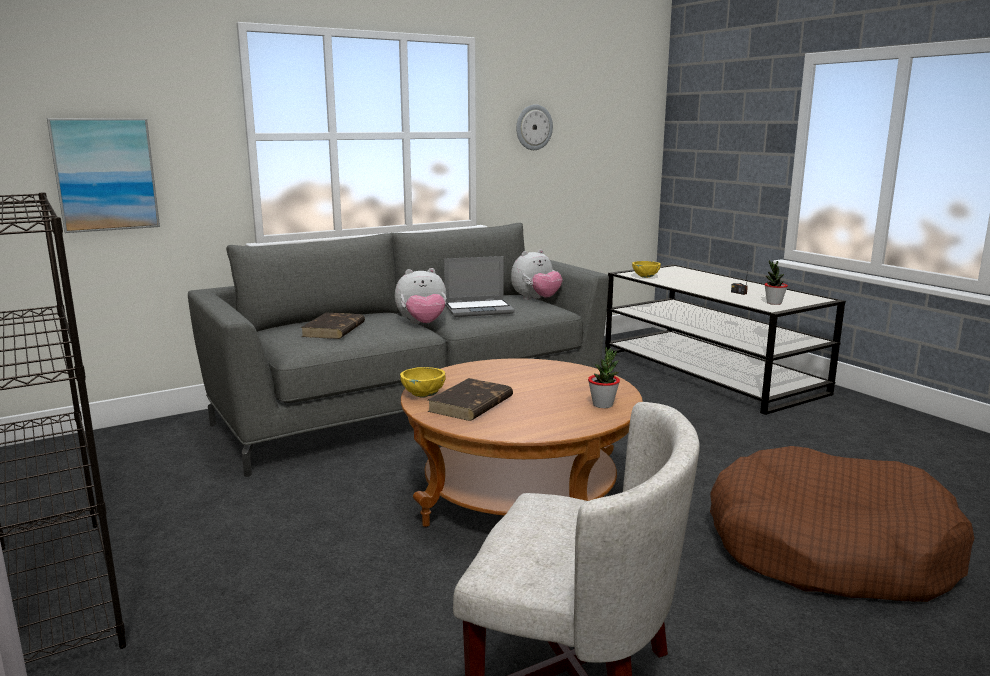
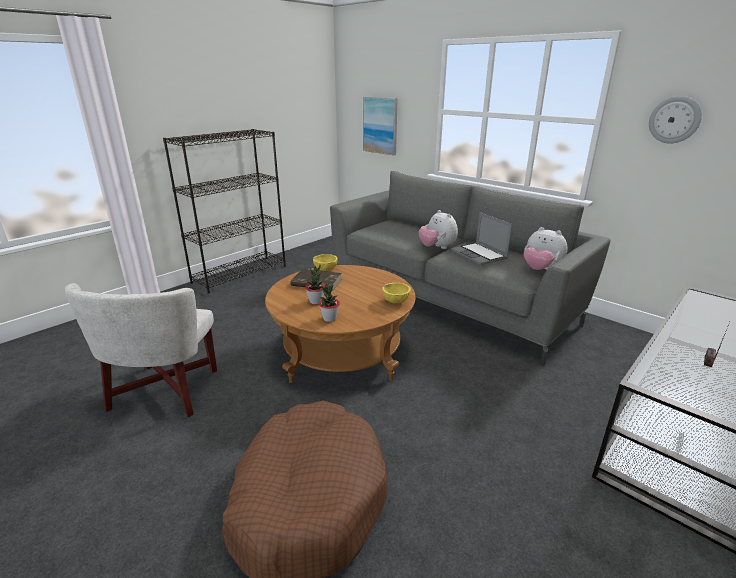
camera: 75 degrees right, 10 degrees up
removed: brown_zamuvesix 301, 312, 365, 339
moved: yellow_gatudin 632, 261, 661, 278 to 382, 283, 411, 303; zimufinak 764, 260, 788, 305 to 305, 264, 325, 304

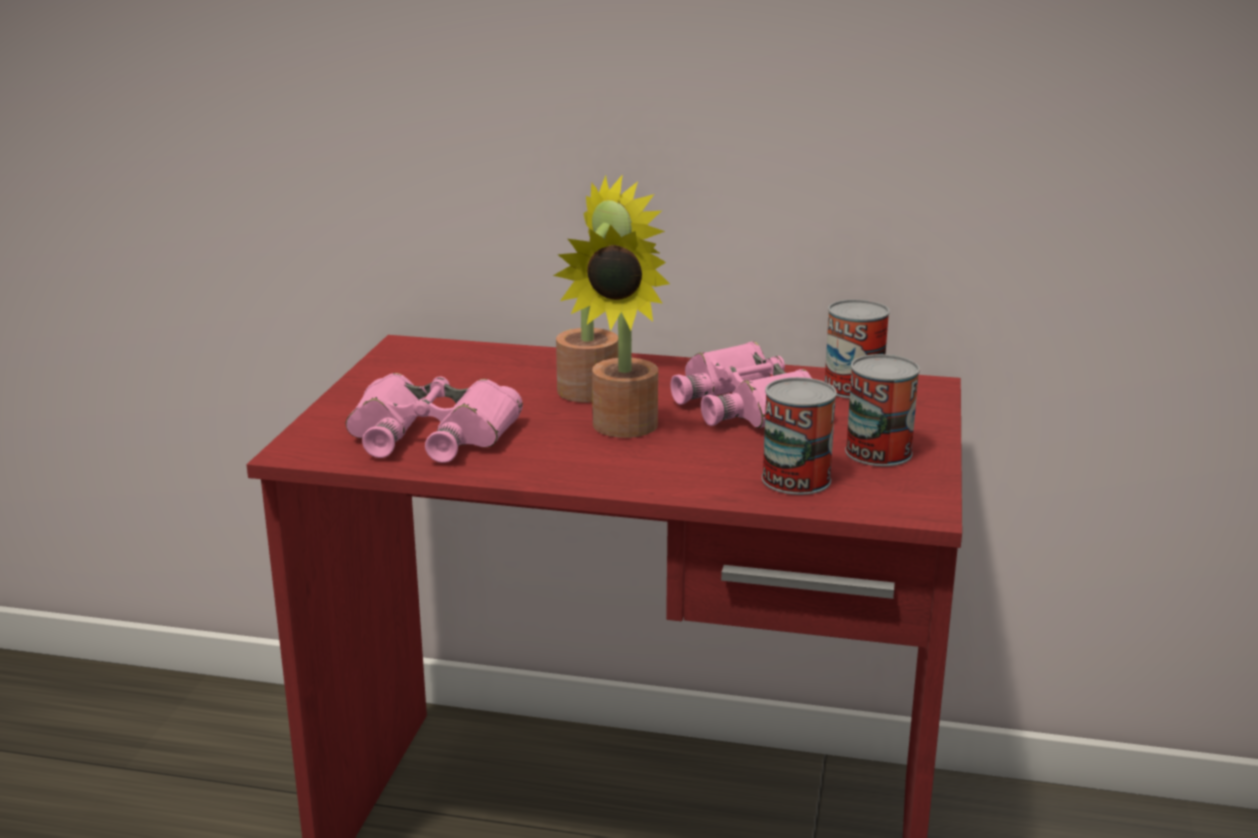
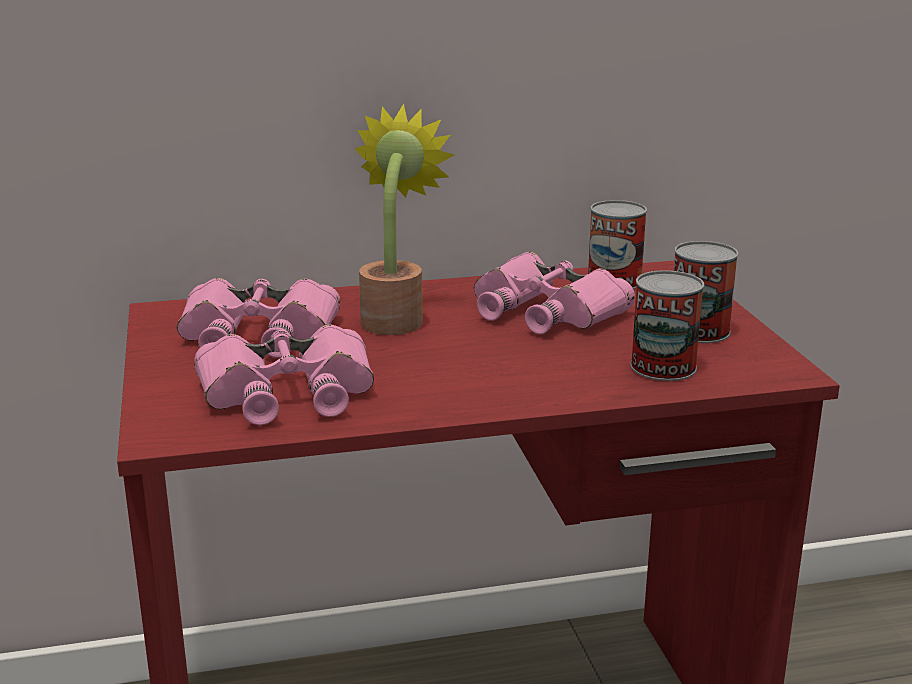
camera: 25 degrees left, 0 degrees up
removed: zimufinak 553, 225, 670, 438
added: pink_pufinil 177, 278, 340, 358

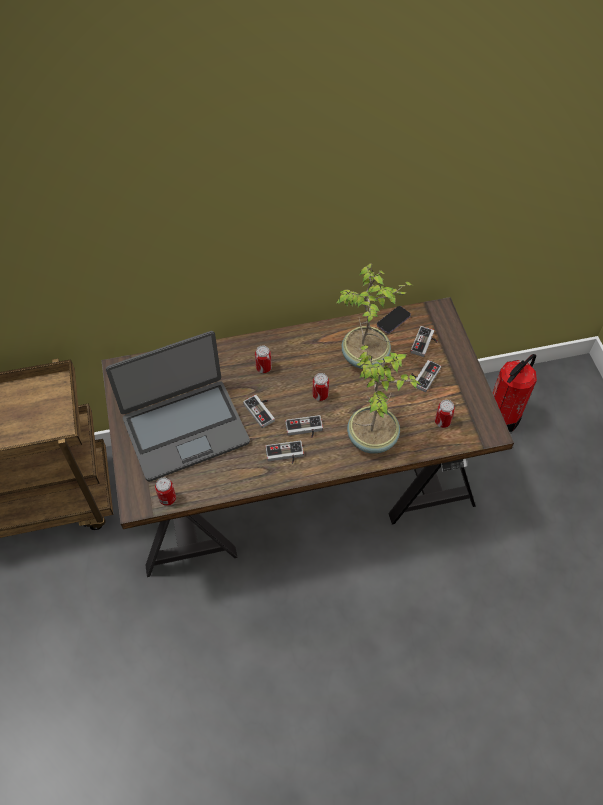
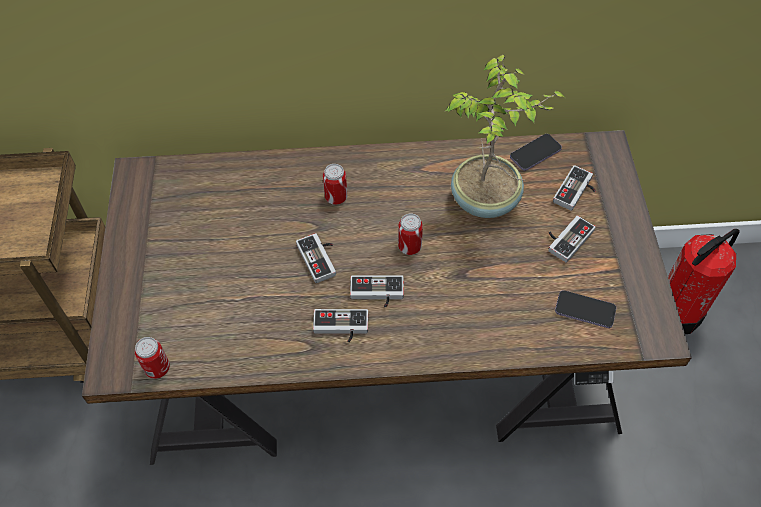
camera: 10 degrees right, 0 degrees up
removed: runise 106, 331, 250, 482; zimufinak 347, 345, 421, 454
replaced: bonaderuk 435, 400, 455, 428 to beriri 555, 290, 616, 328

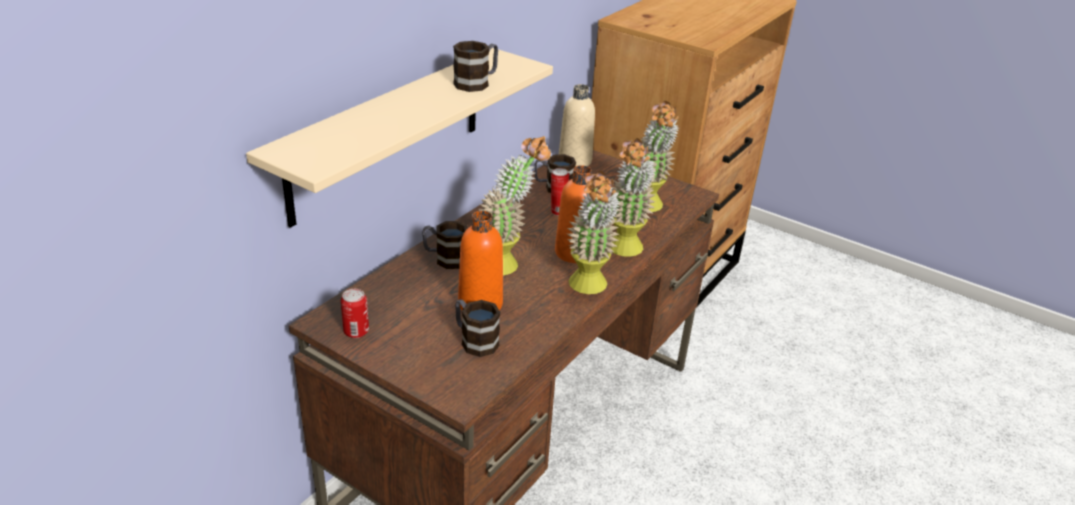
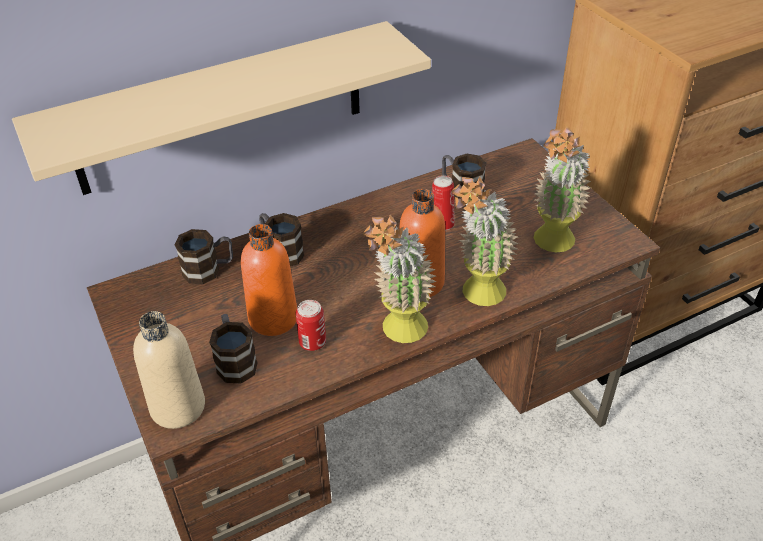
camera: 30 degrees right, 10 degrees up
removed: zimufinak 479, 136, 551, 275
moved: bonaderuk 341, 289, 369, 338 to 296, 300, 326, 351; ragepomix 453, 41, 498, 92 to 175, 229, 233, 284; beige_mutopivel 559, 84, 595, 167 to 133, 311, 205, 429

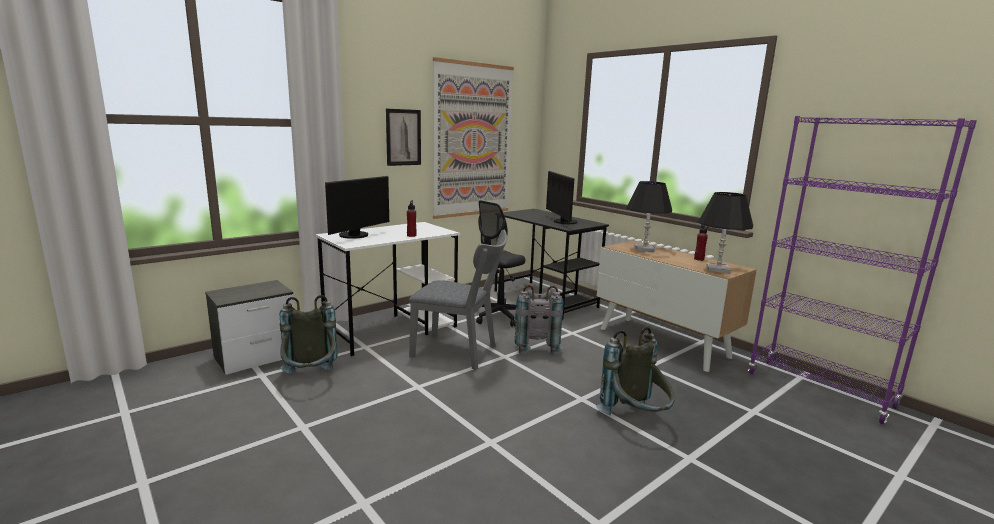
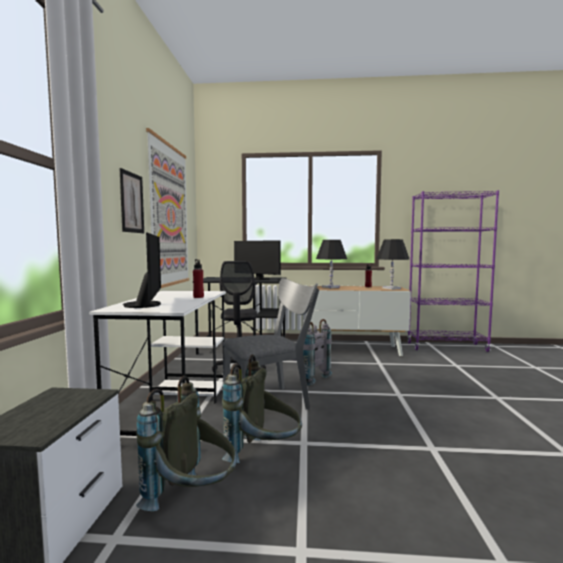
camera: 45 degrees left, 10 degrees down
moved: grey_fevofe 596, 327, 675, 415 to 222, 355, 302, 463

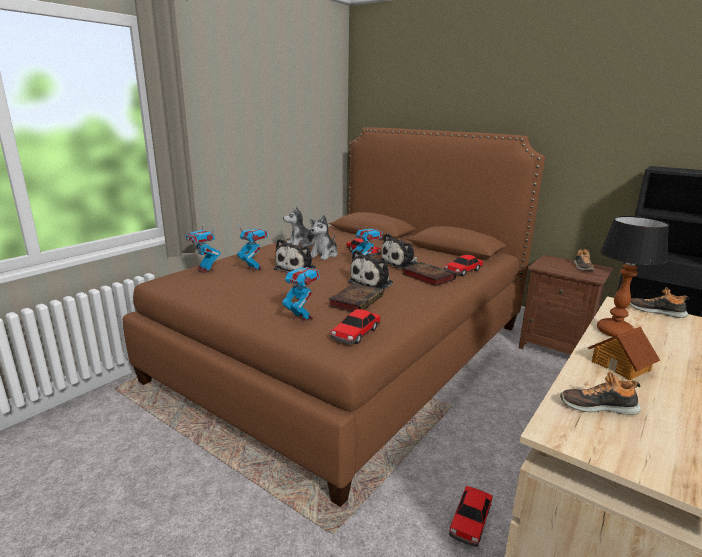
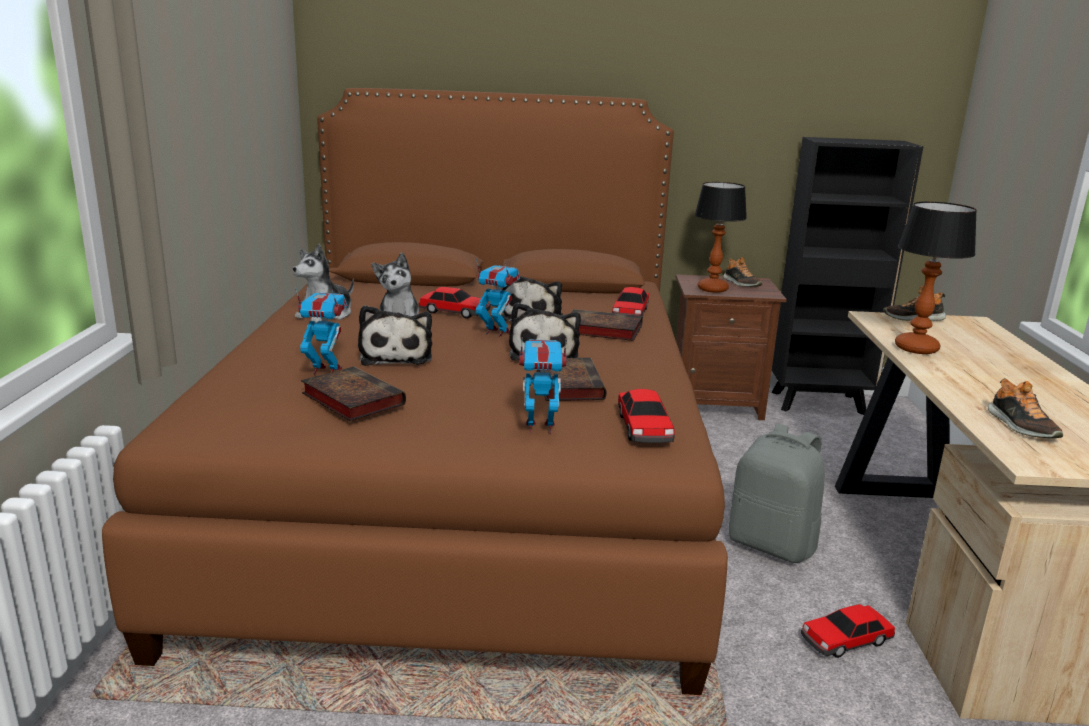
camera: 35 degrees left, 0 degrees up
removed: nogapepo 186, 222, 221, 273; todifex 588, 327, 661, 380
added: zamuvesix 301, 367, 406, 422; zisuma 694, 182, 747, 293; grey_fevofe 729, 424, 825, 563
turned: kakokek 449, 486, 493, 547 = 801, 604, 895, 658 75 degrees clockwise; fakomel 560, 372, 641, 415 = 988, 378, 1063, 438 75 degrees counterclockwise

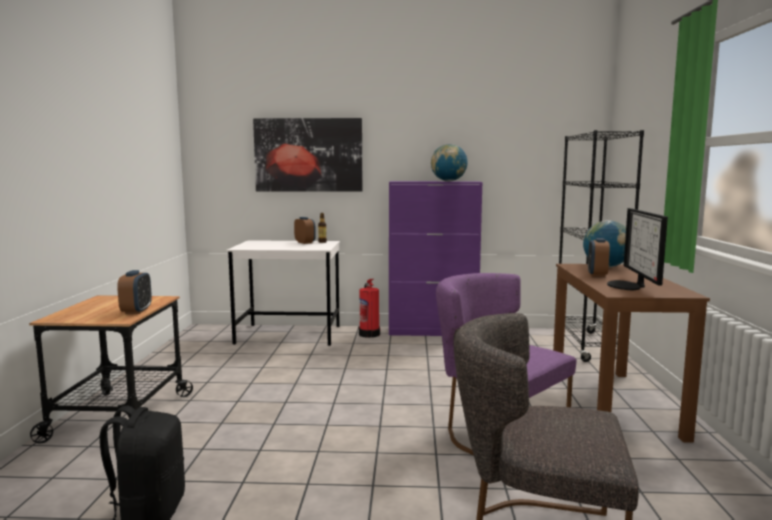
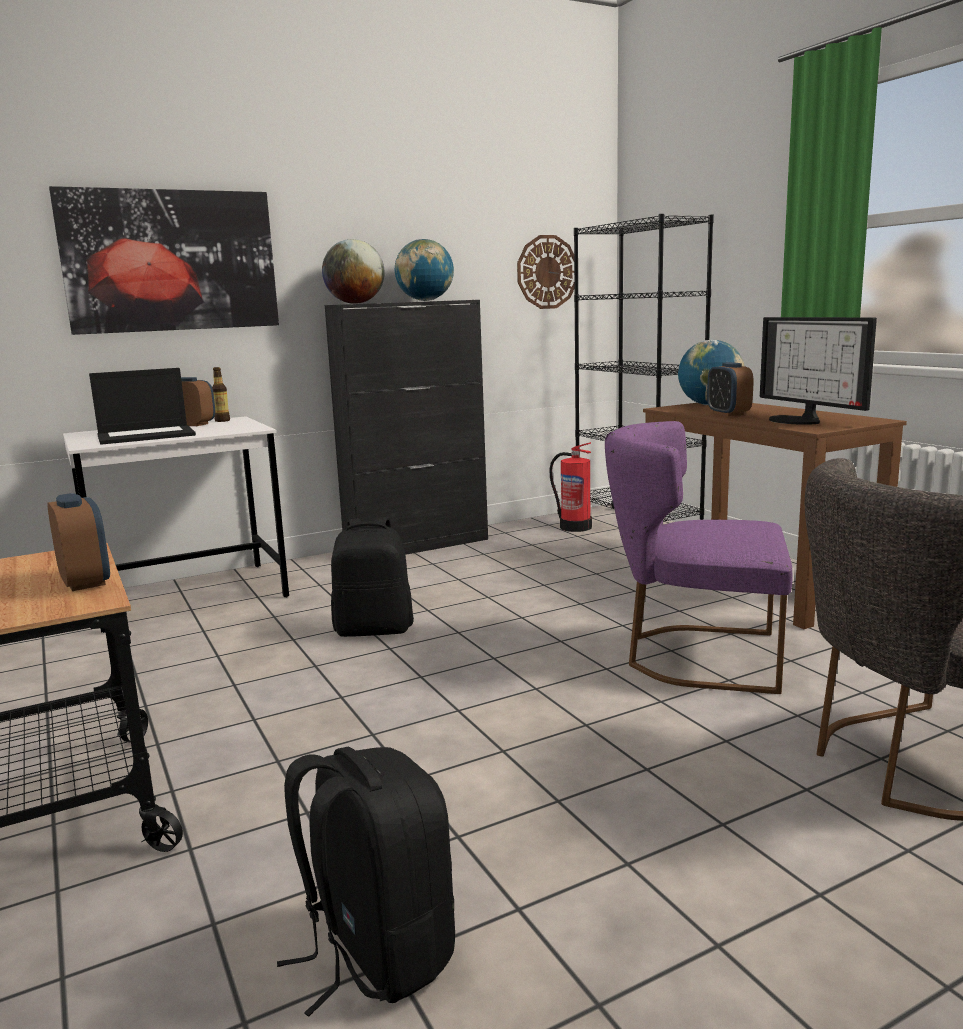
camera: 30 degrees left, 5 degrees up
added: runise 89, 368, 196, 445; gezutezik 322, 239, 385, 304; black_fevofe 331, 518, 414, 637; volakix 517, 235, 574, 309
moved: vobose 359, 279, 380, 338 to 549, 442, 592, 532
recoloured: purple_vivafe 389, 181, 483, 336 to black_vivafe 324, 300, 488, 555

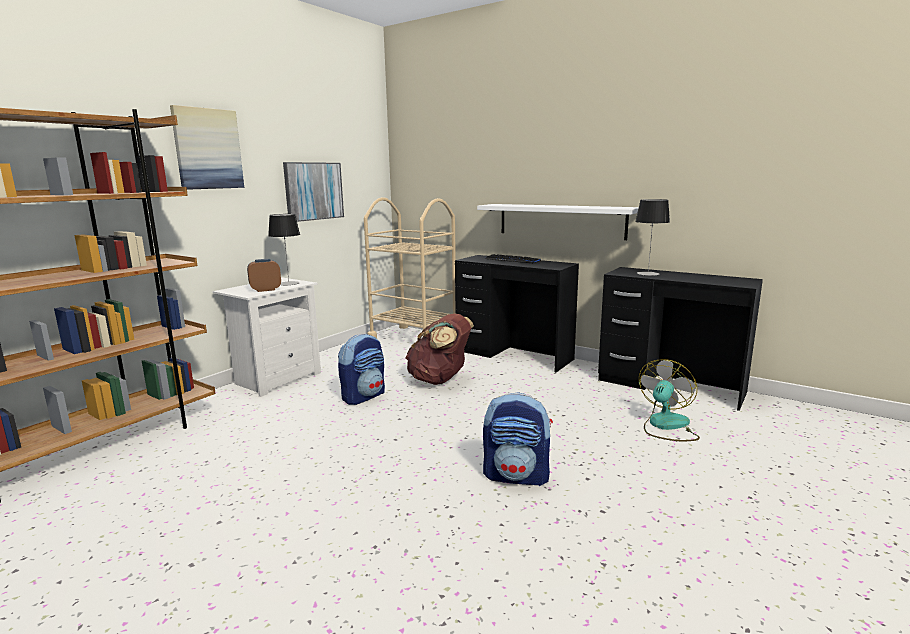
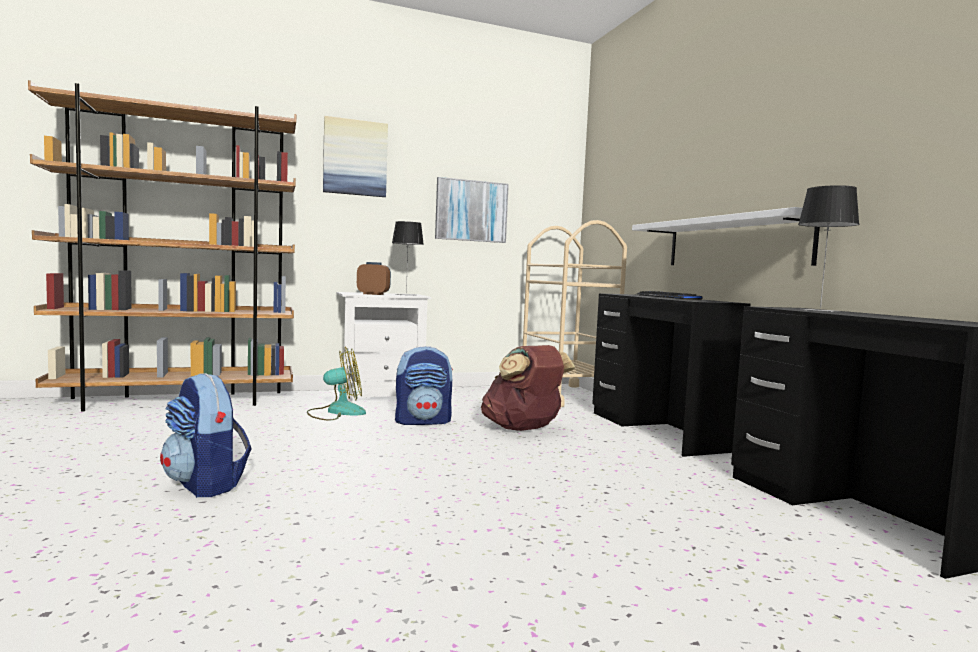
camera: 35 degrees right, 10 degrees down
moved: fevofe 483, 392, 553, 486 to 160, 373, 252, 498; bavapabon 639, 359, 700, 441 to 307, 347, 366, 420

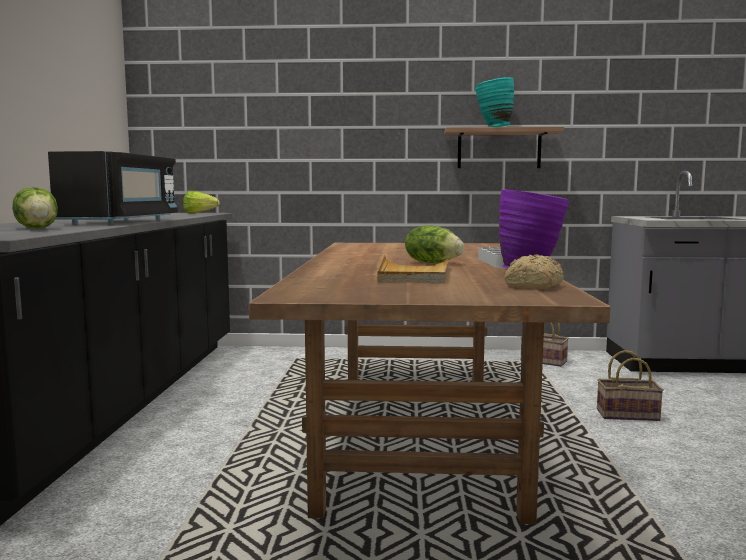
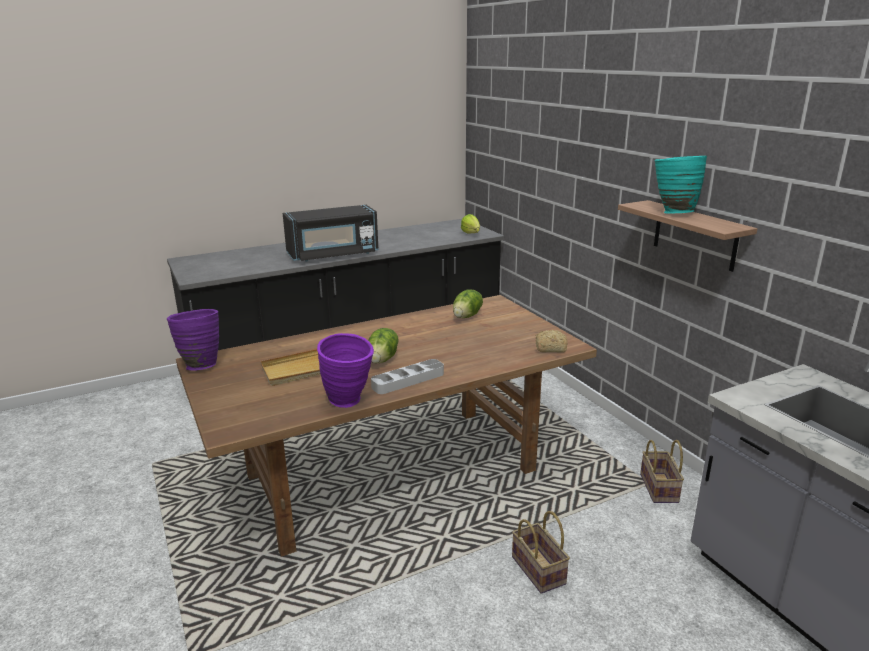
camera: 60 degrees right, 15 degrees up
added: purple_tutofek 167, 309, 219, 371
moved: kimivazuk 12, 187, 58, 229 to 453, 290, 483, 318; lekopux 504, 254, 564, 289 to 536, 330, 568, 353

